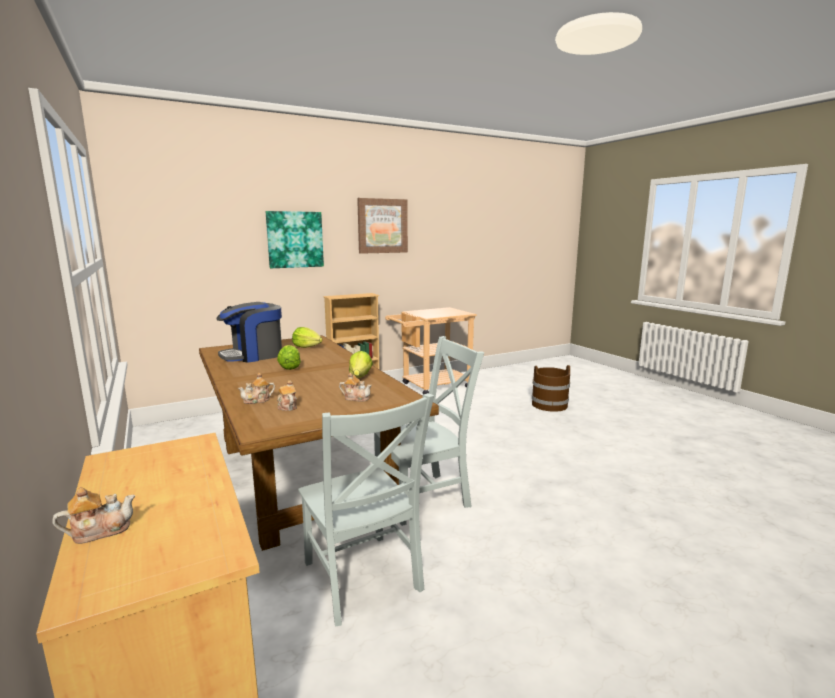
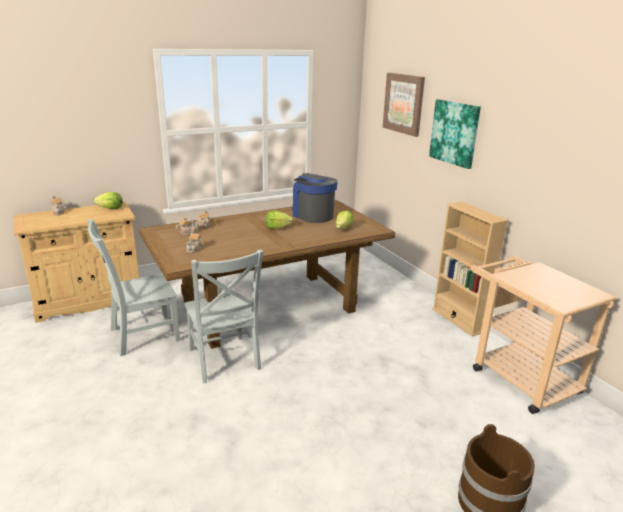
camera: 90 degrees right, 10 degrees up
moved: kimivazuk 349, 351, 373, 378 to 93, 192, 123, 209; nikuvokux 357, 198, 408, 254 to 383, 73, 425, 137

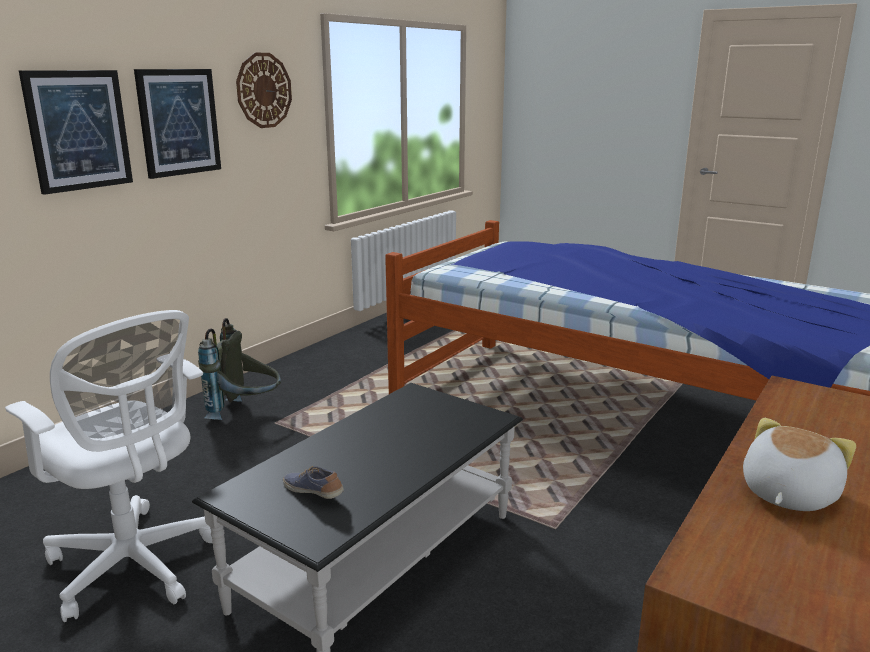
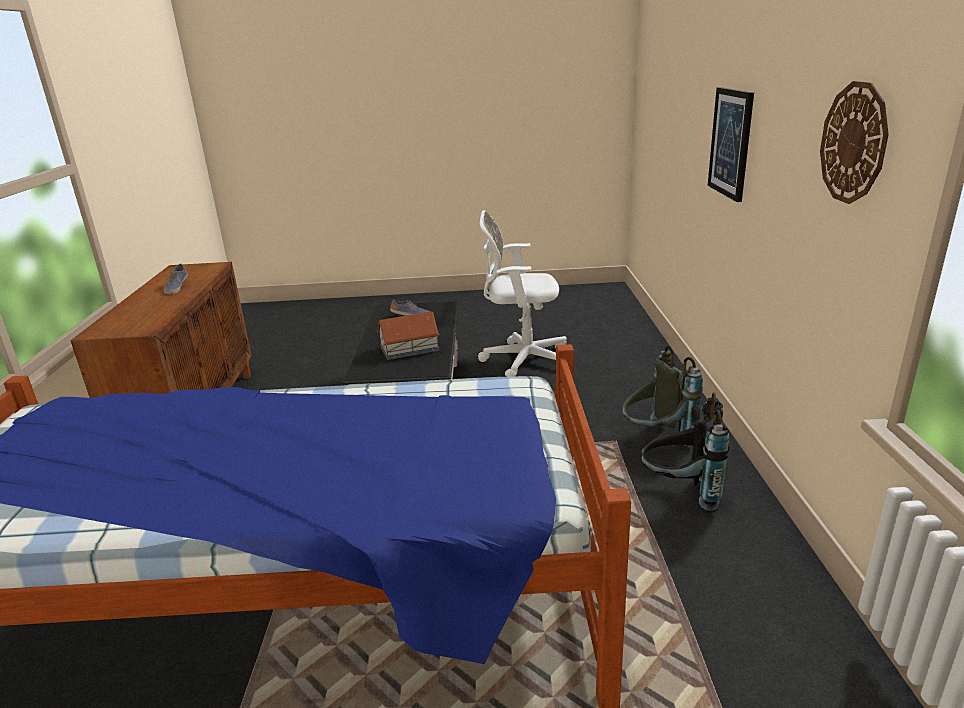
camera: 145 degrees right, 5 degrees up
removed: nikuvokux 134, 69, 221, 179
added: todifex 377, 311, 440, 360; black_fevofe 640, 393, 729, 511
replaced: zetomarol 743, 418, 856, 511 to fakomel 164, 264, 188, 294

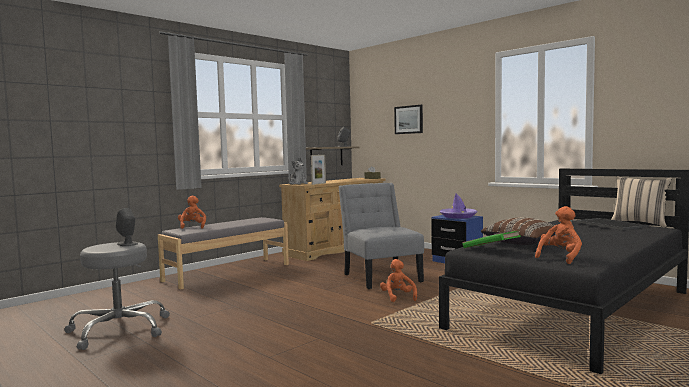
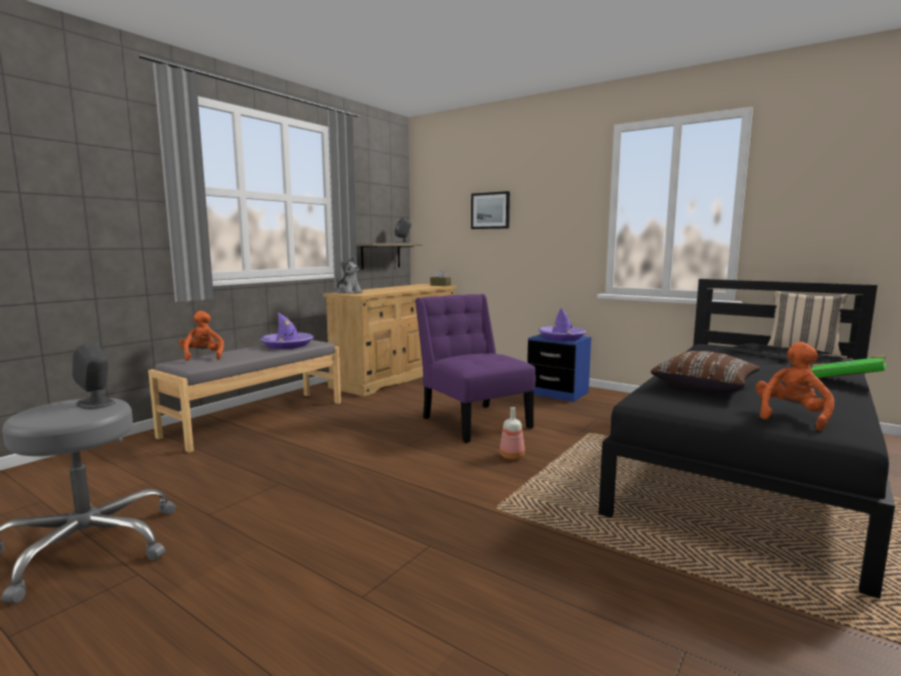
camera: 10 degrees left, 5 degrees up
removed: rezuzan 311, 155, 326, 185
added: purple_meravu 260, 312, 314, 349
moved: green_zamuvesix 462, 229, 521, 248 to 811, 355, 887, 378
replaced: orange_zetomarol 380, 259, 417, 302 to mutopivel 500, 407, 525, 460
recoloured: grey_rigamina 339, 183, 424, 289 to purple_rigamina 415, 294, 536, 443

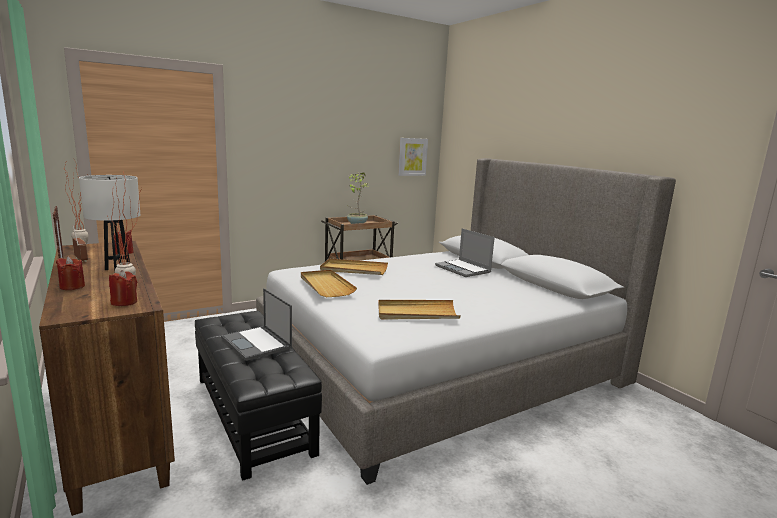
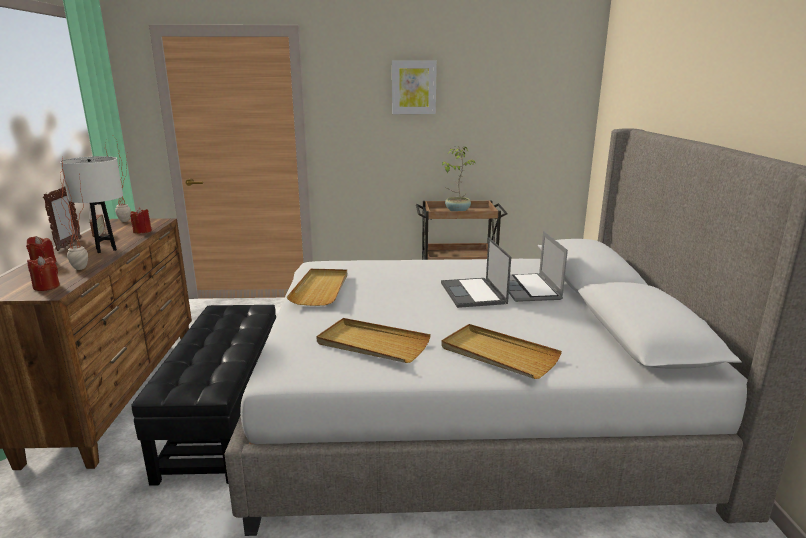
camera: 30 degrees right, 5 degrees up
moved: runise 221, 288, 292, 361 to 441, 237, 511, 308; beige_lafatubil 320, 259, 388, 275 to 441, 324, 562, 379; nikuvokux 398, 138, 428, 176 to 392, 60, 437, 114

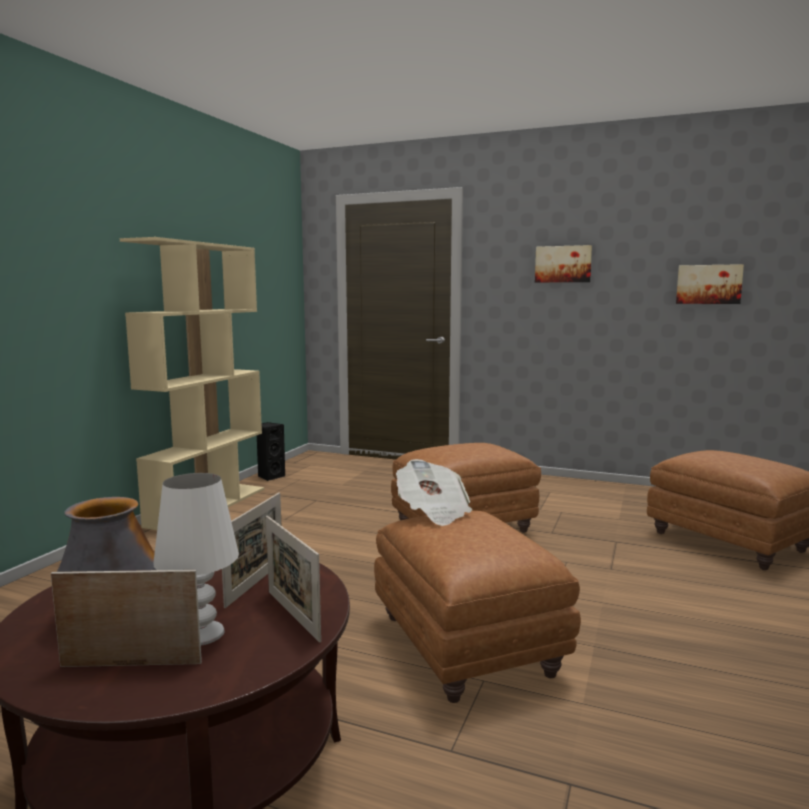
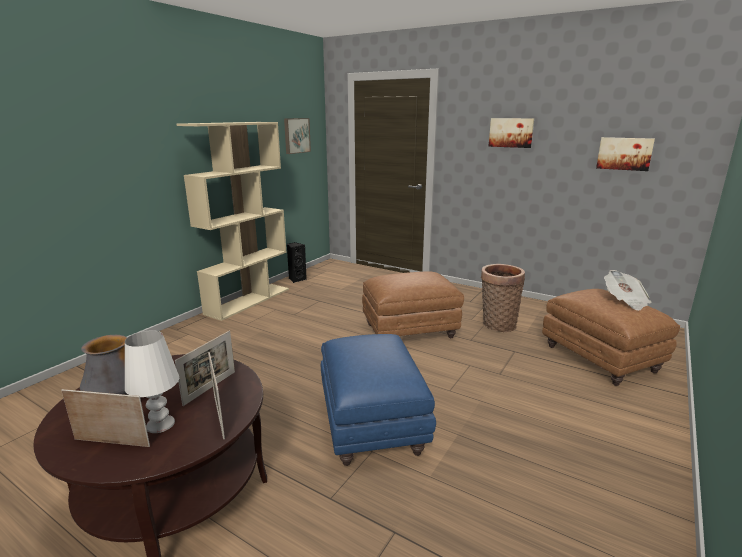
camera: 10 degrees right, 10 degrees up
added: nikuvokux 284, 118, 311, 154; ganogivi 481, 264, 525, 332
moved: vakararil 396, 459, 472, 526 to 604, 270, 652, 311
recoloured: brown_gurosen 374, 511, 581, 703 to blue_gurosen 321, 334, 436, 466

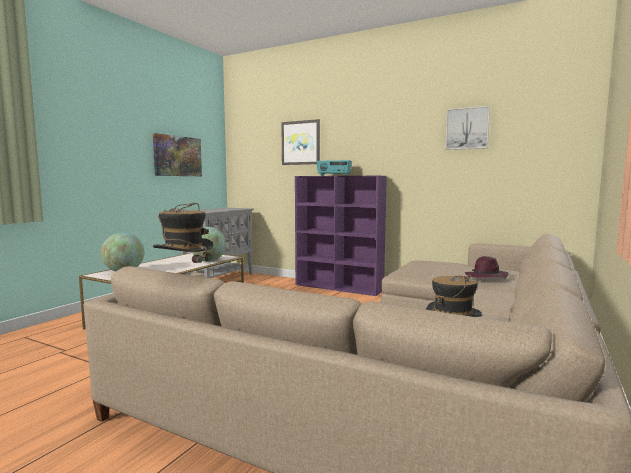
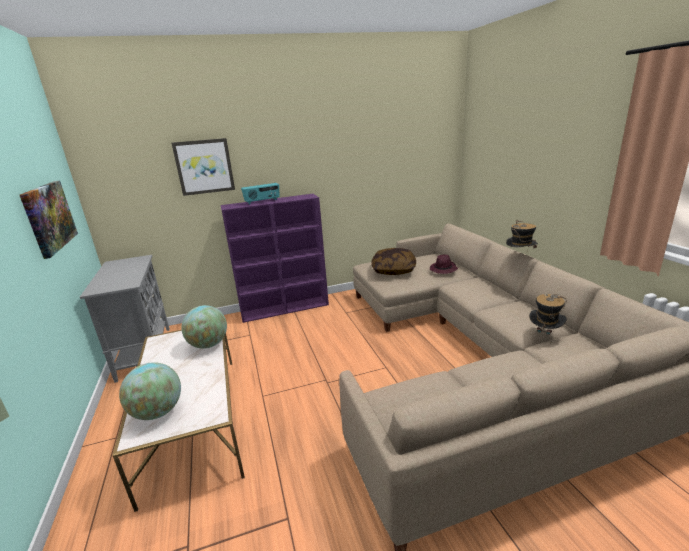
camera: 45 degrees left, 15 degrees up
removed: nikuvokux 445, 106, 490, 150
added: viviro 372, 248, 416, 275
moved: meravu 153, 203, 214, 277 to 506, 220, 538, 254

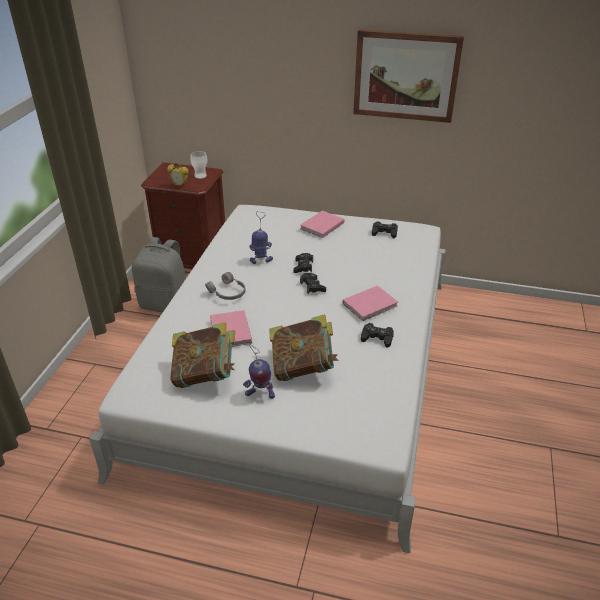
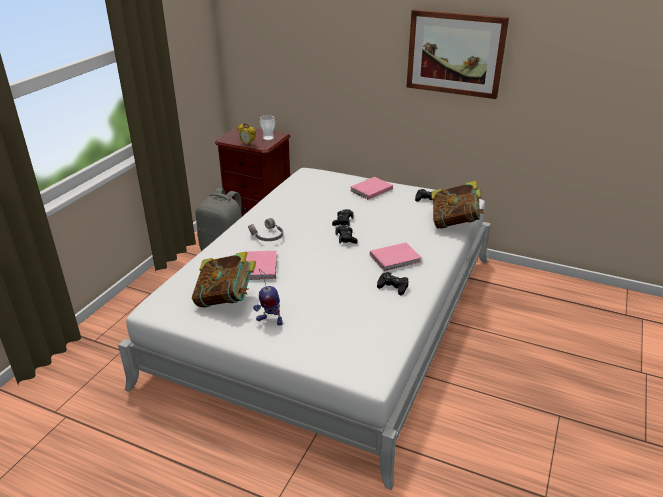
camera: 10 degrees right, 5 degrees down
removed: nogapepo 249, 211, 273, 264
moved: zamuvesix 269, 315, 339, 381 to 432, 181, 485, 229

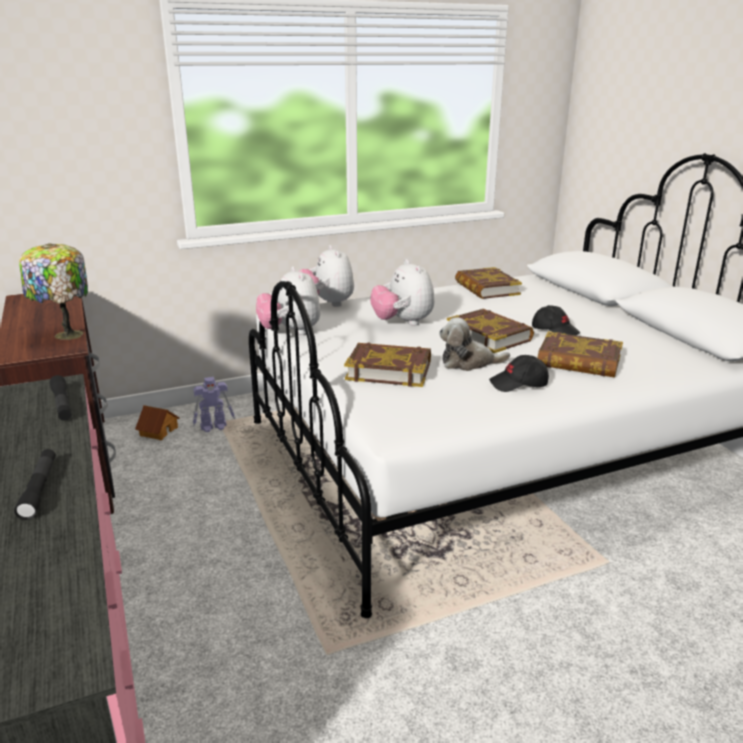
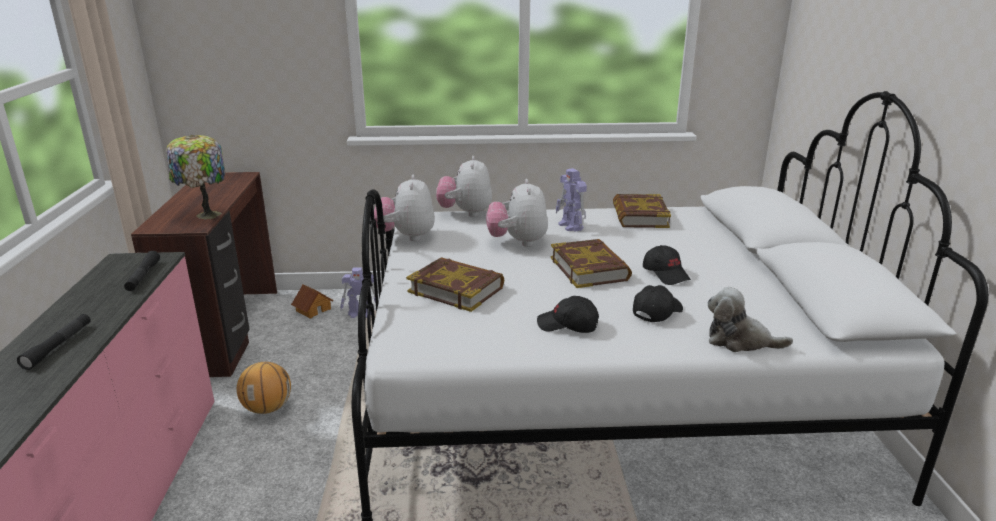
camera: 20 degrees right, 0 degrees up
added: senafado 237, 362, 291, 414; nogapepo 556, 168, 587, 232
moved: zetomarol 439, 317, 510, 371 to 708, 287, 793, 352
replaced: zamuvesix 537, 331, 623, 378 to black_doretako 633, 285, 683, 322

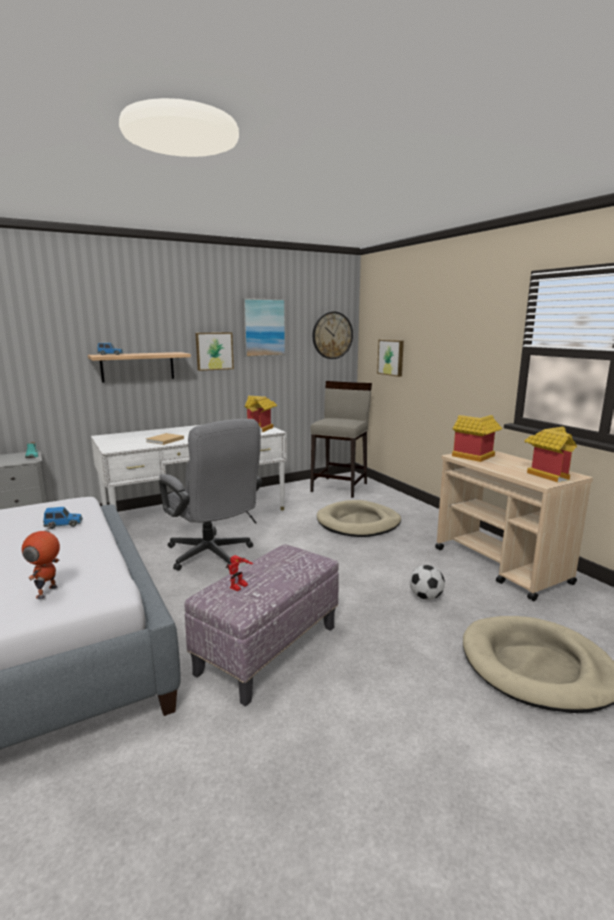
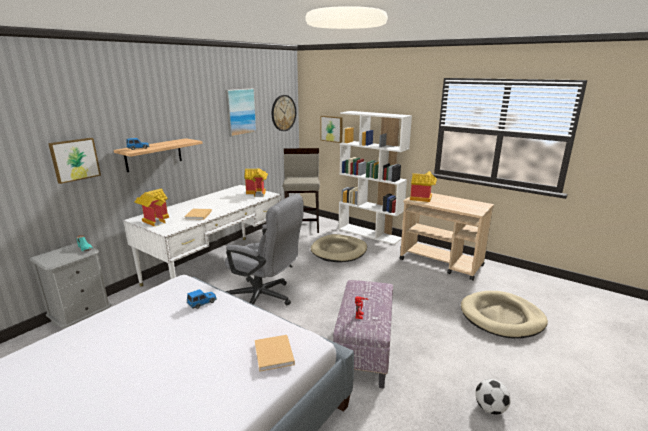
camera: 25 degrees left, 5 degrees up
added: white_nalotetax 339, 111, 412, 245
moved: nikuvokux 195, 332, 234, 371 to 48, 138, 101, 184; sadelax 410, 565, 445, 600 to 475, 379, 511, 415; todifex 525, 427, 577, 482 to 134, 188, 169, 227
replaced: nogapepo 22, 521, 60, 599 to beige_zamuvesix 255, 335, 295, 372

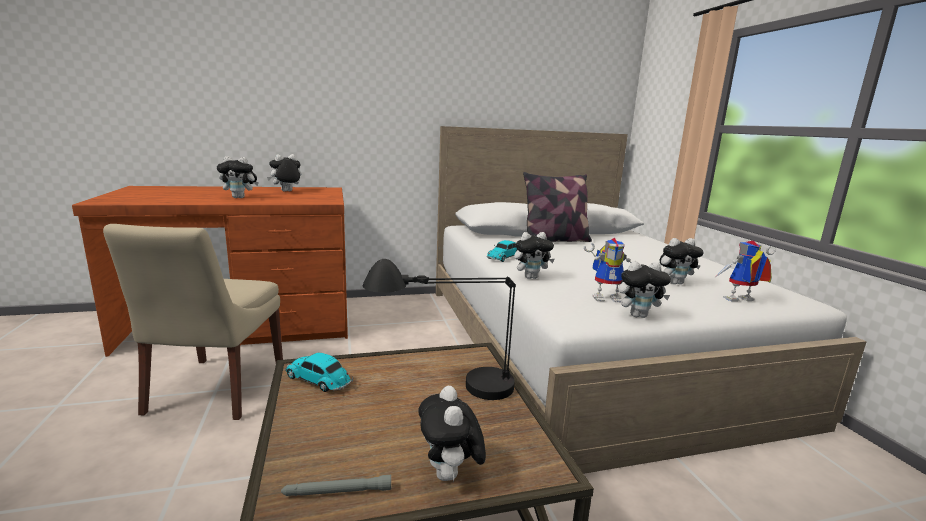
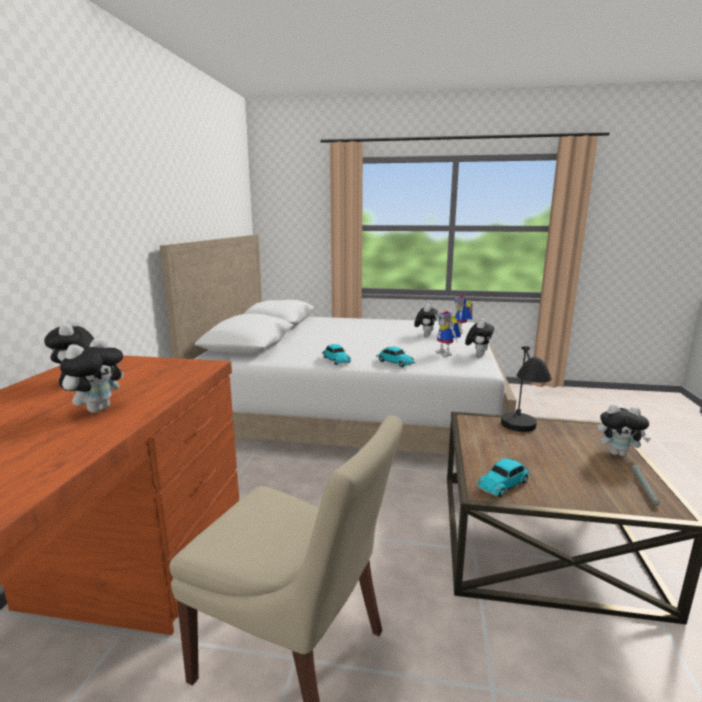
camera: 65 degrees left, 0 degrees up
removed: viviro 523, 172, 592, 242
replaced: zetomarol 514, 232, 554, 279 to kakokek 376, 347, 415, 367
turned: nogapepo 584, 238, 631, 302 = 435, 311, 461, 357 135 degrees clockwise

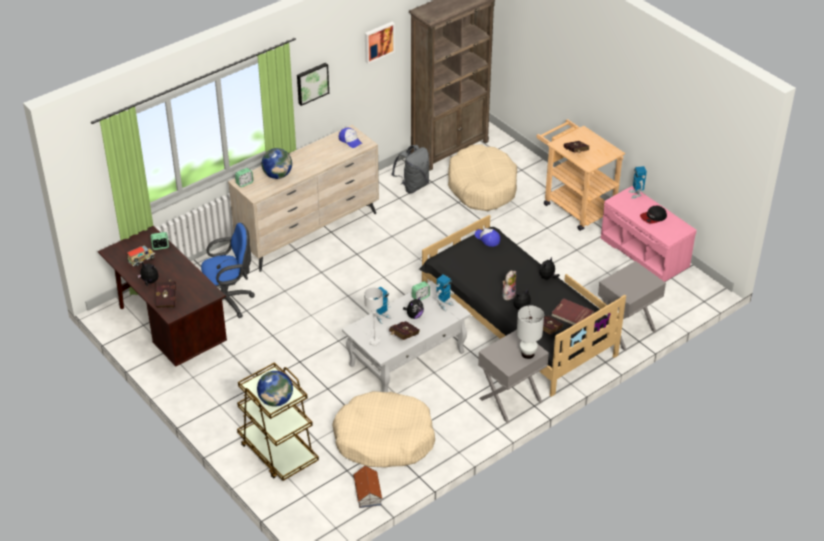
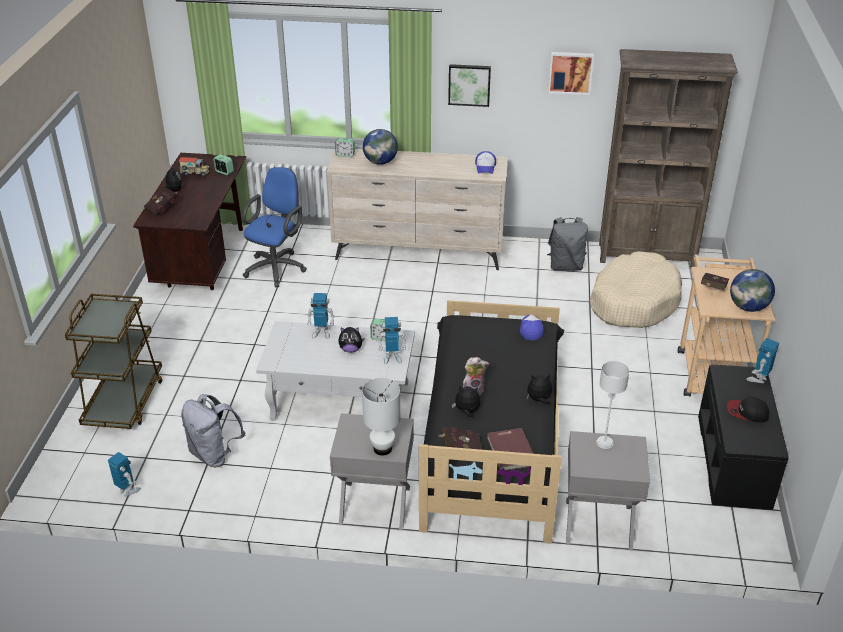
camera: 45 degrees right, 5 degrees down
removed: red_zamuvesix 389, 321, 420, 340
moved: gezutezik 257, 371, 293, 407 to 730, 269, 775, 312; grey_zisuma 364, 287, 383, 346 to 596, 361, 629, 449
replaced: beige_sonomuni 332, 391, 435, 467 to grey_fevofe 181, 394, 246, 467; todifex 353, 466, 383, 508 to nogapepo 108, 452, 141, 497
recoloured: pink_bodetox 601, 186, 697, 282 to black_bodetox 698, 365, 789, 510
turned: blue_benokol 201, 223, 255, 318 = 242, 167, 307, 287 90 degrees counterclockwise

